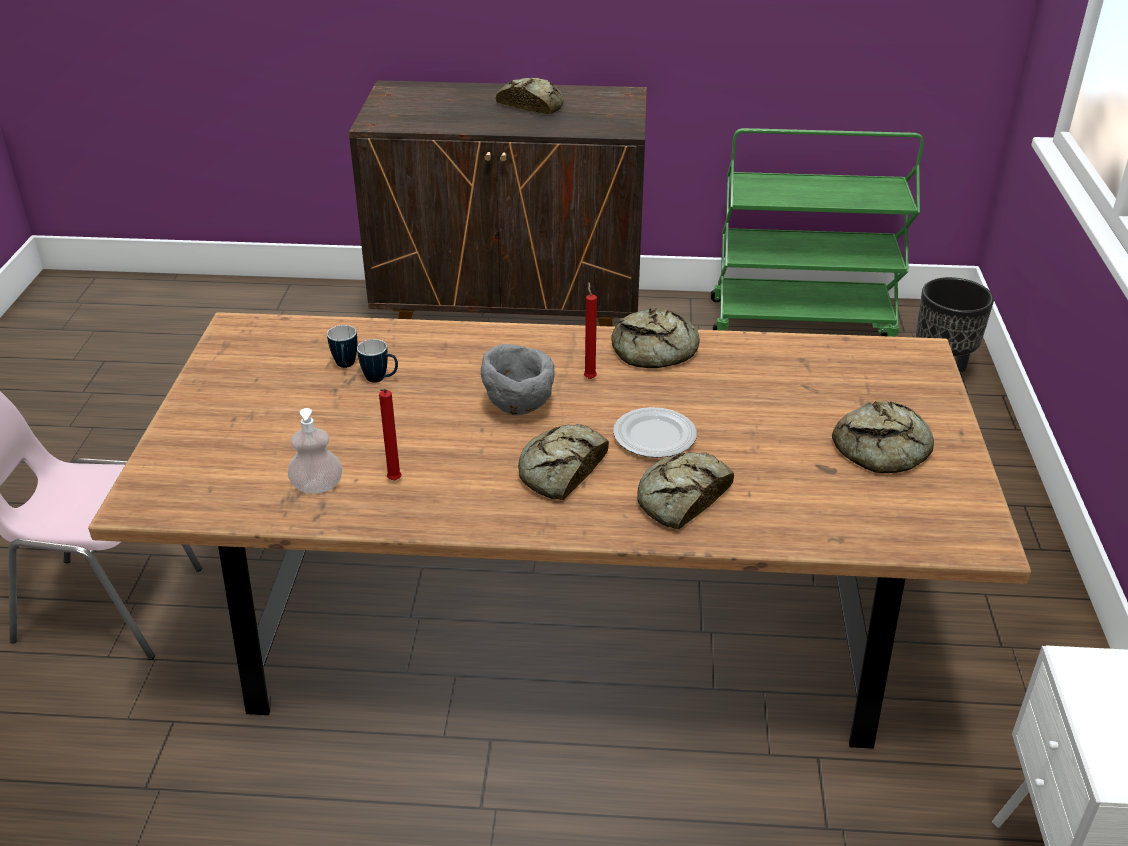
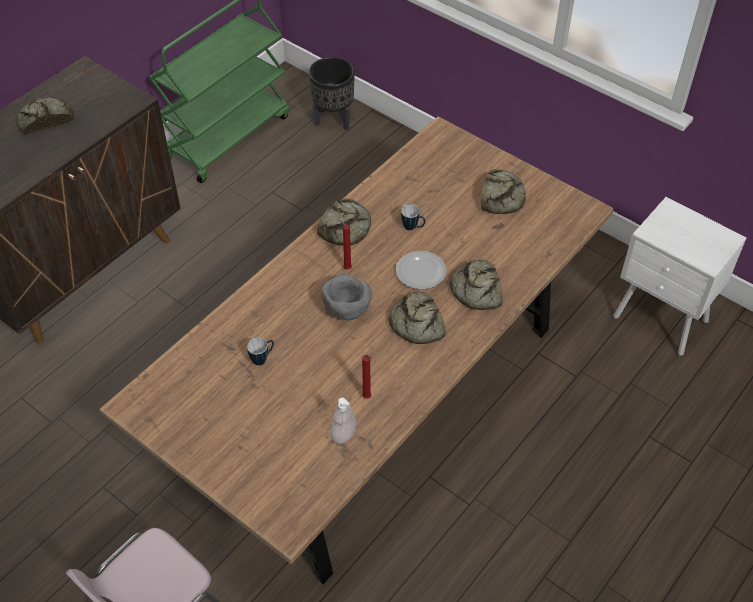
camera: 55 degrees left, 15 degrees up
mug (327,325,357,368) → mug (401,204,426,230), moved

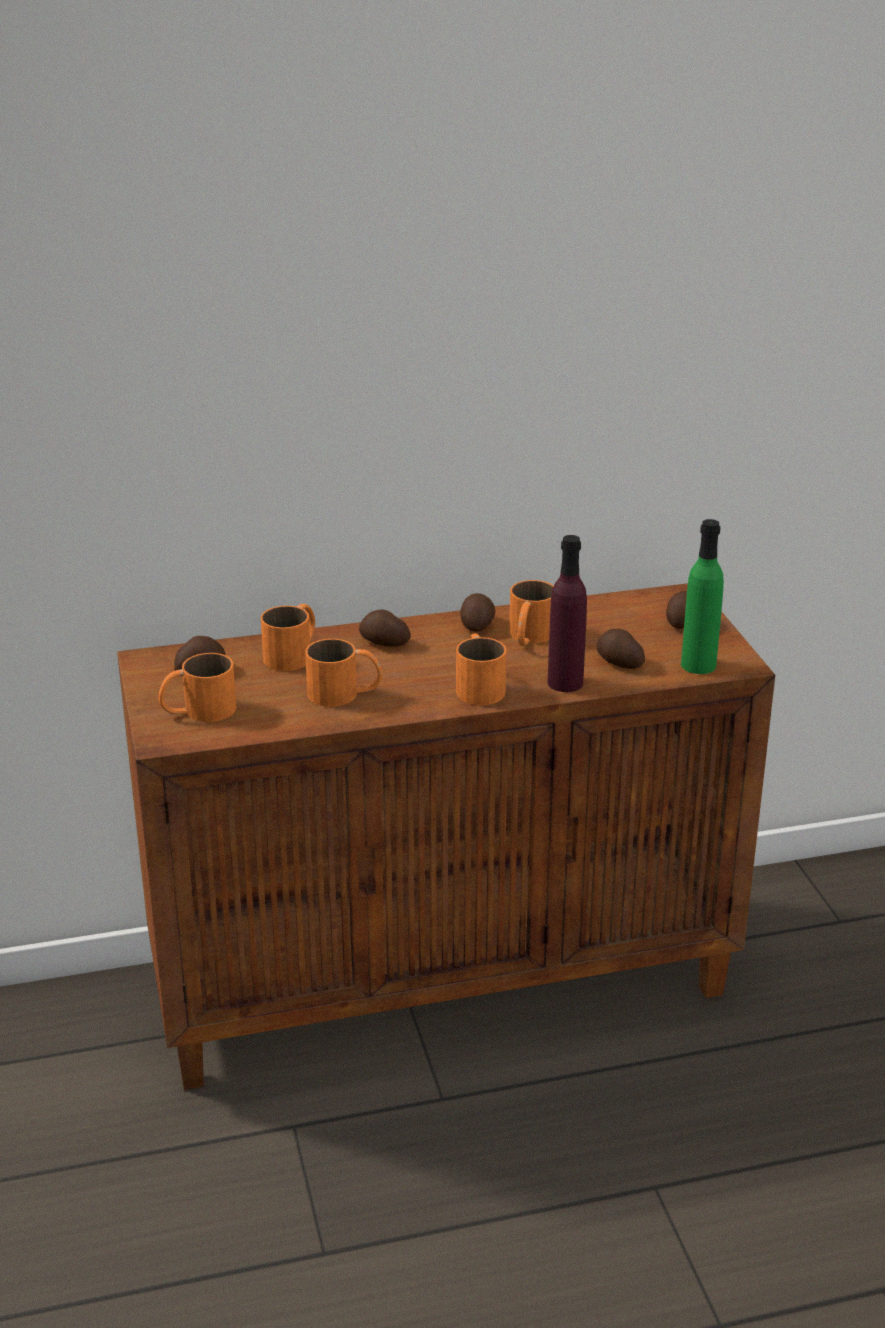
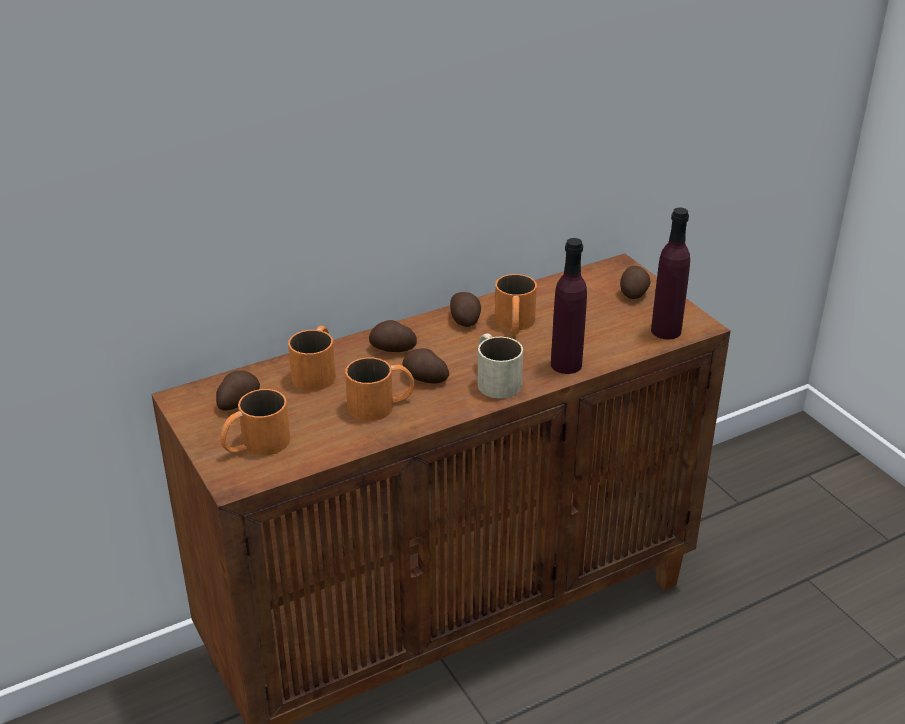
camera: 15 degrees left, 5 degrees up
pomme de terre (596,629,645,669) → pomme de terre (402,348,449,383), moved
mug/orange (456,633,507,705) → mug/beige (478,333,523,399)
bouteille/vert (681,519,724,674) → bouteille/violet (651,208,690,339)

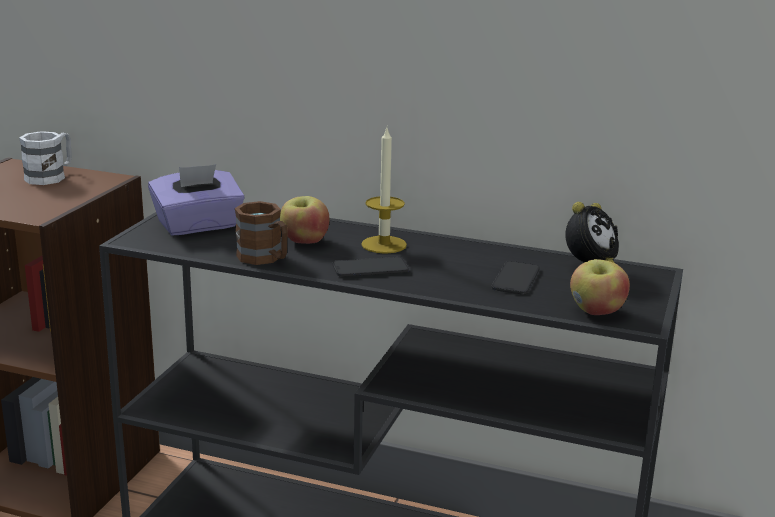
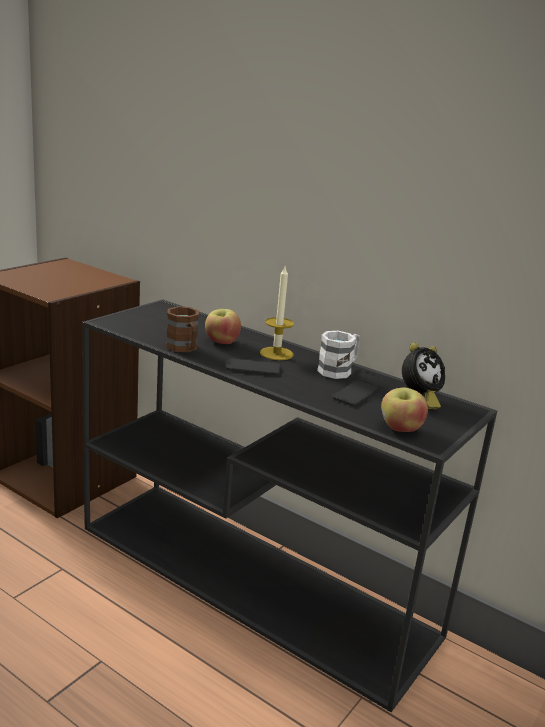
camera: 15 degrees right, 0 degrees up
mug/blanc (19,131,72,185) → mug/blanc (317,331,360,379), moved
boîte à mouchoirs/violet (148,164,245,236) → -

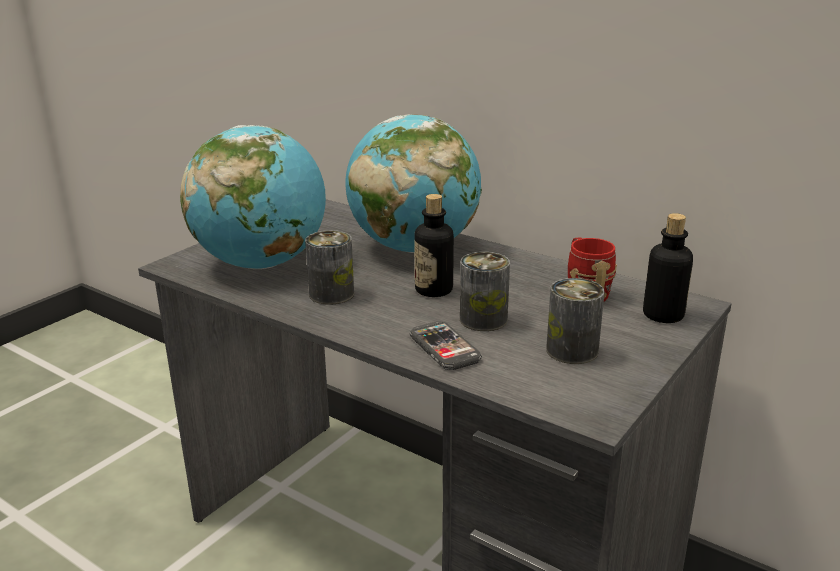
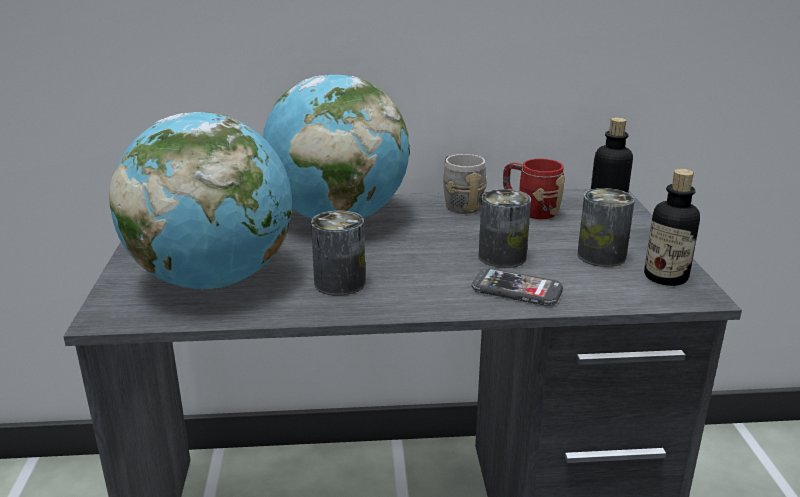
camera: 40 degrees left, 0 degrees up
- → mug/gris (443,154,487,214)
bouteille (414,194,454,297) → bouteille (644,169,700,286), moved

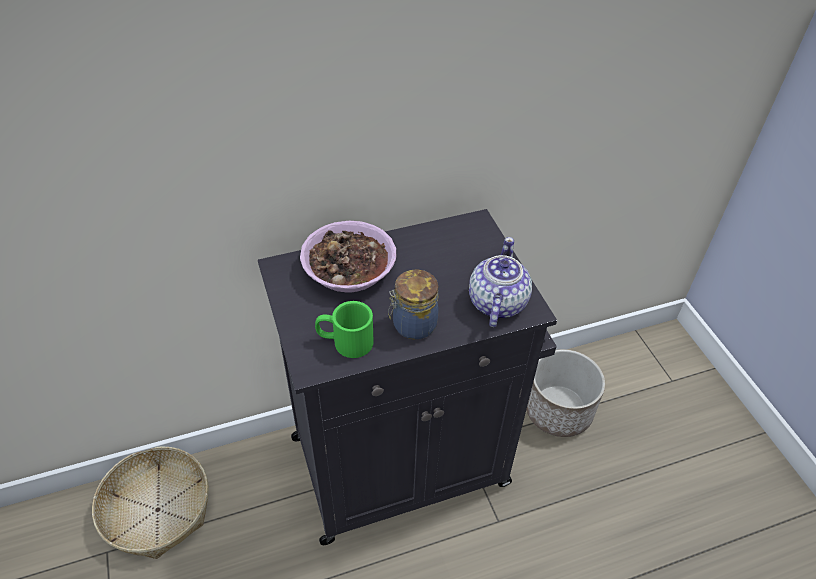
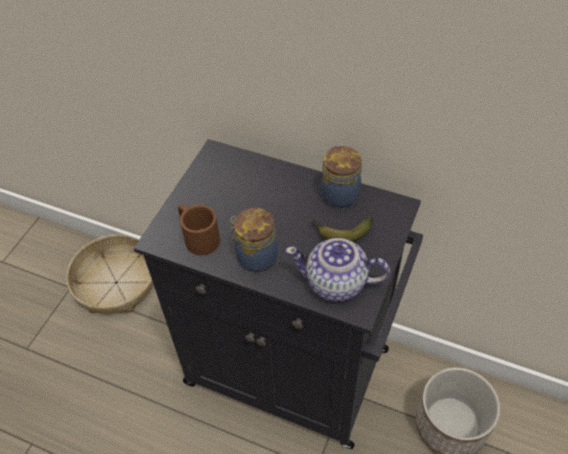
camera: 45 degrees right, 5 degrees up
mug/vert (315,301,374,358) → mug/marron (178,204,220,255)
théière (469,237,532,327) → théière (286,238,390,302), 135 degrees counterclockwise
- → banane (311,217,372,242)
- → bocal (321,145,362,208)
bol (300,221,396,292) → -

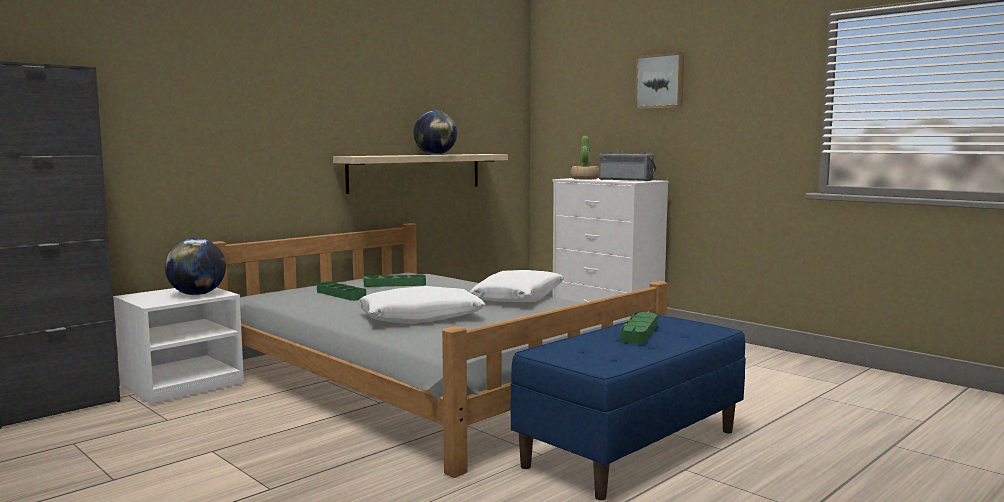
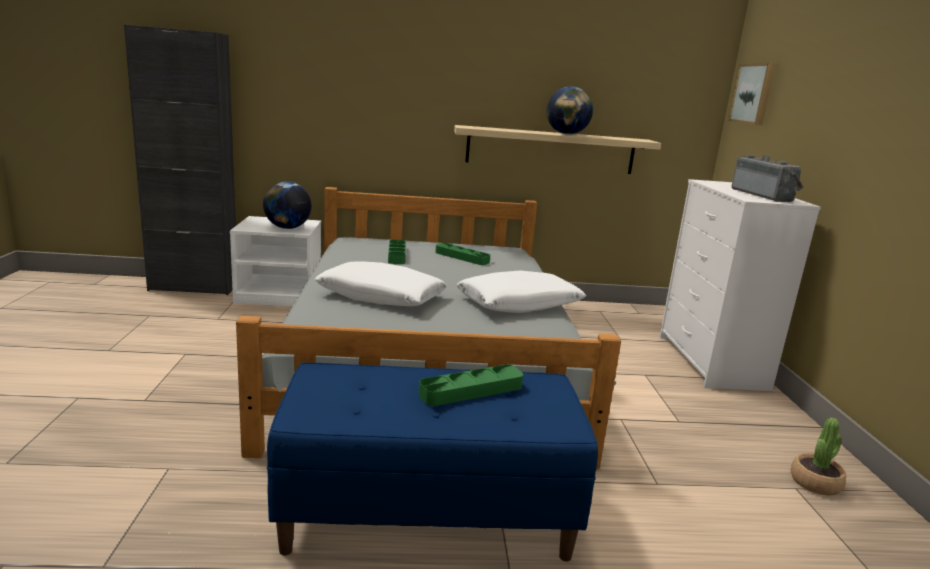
camera: 40 degrees right, 10 degrees up
tableau (635,52,684,108) → tableau (729,63,776,125), moved
plante en pot (571,136,599,179) → plante en pot (791,418,846,496), moved

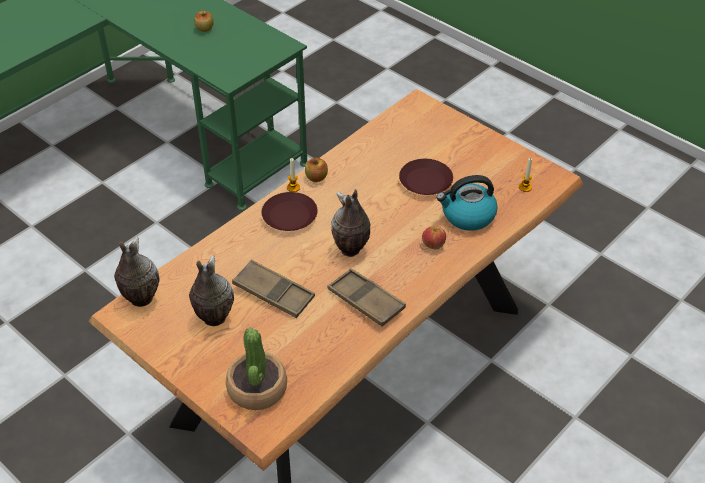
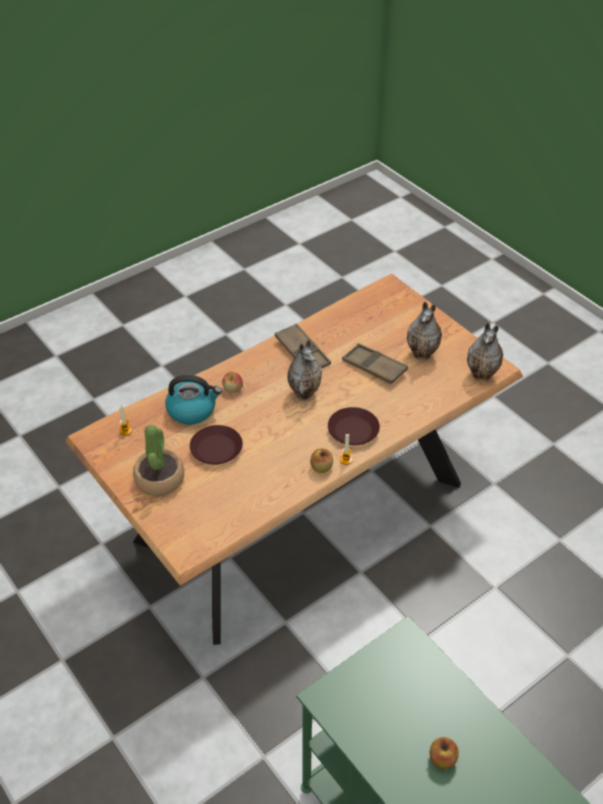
camera: 170 degrees left, 0 degrees up
plante en pot (226,327,287,410) → plante en pot (133,425,184,496), moved

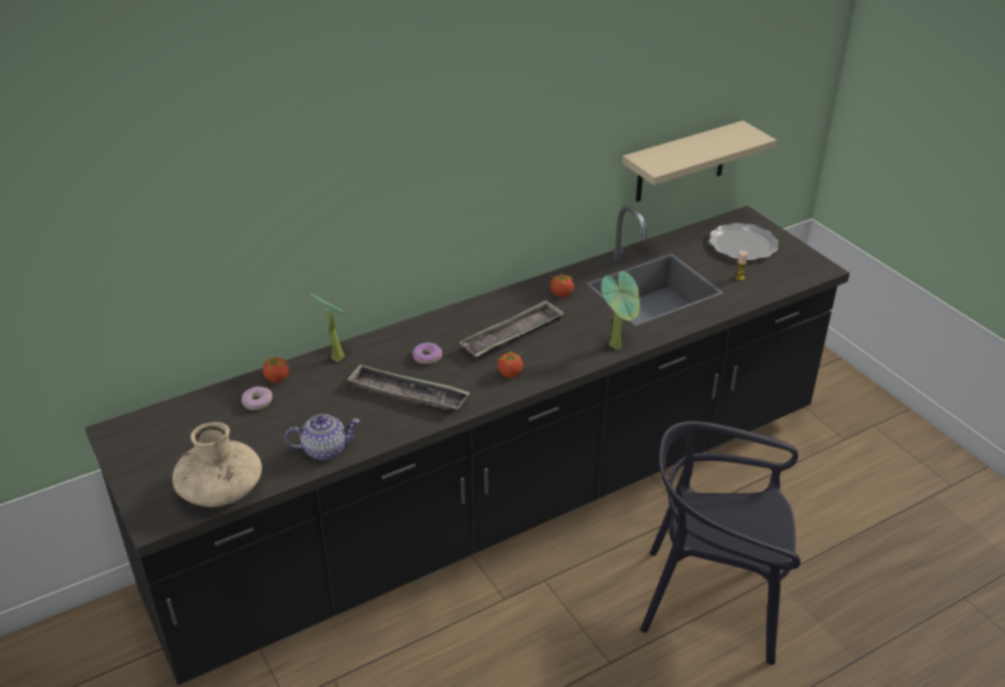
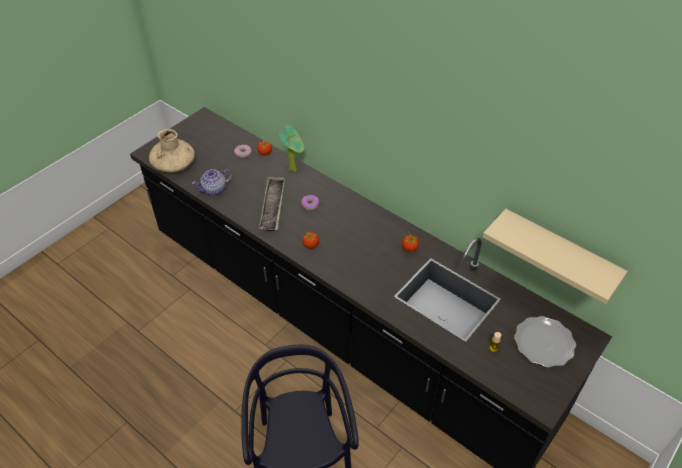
camera: 70 degrees right, 10 degrees up
théière (285,414,360,460) → théière (192,169,232,196), 90 degrees clockwise
plateau (459,300,564,358) → -
plante en pot (601,271,640,350) → -

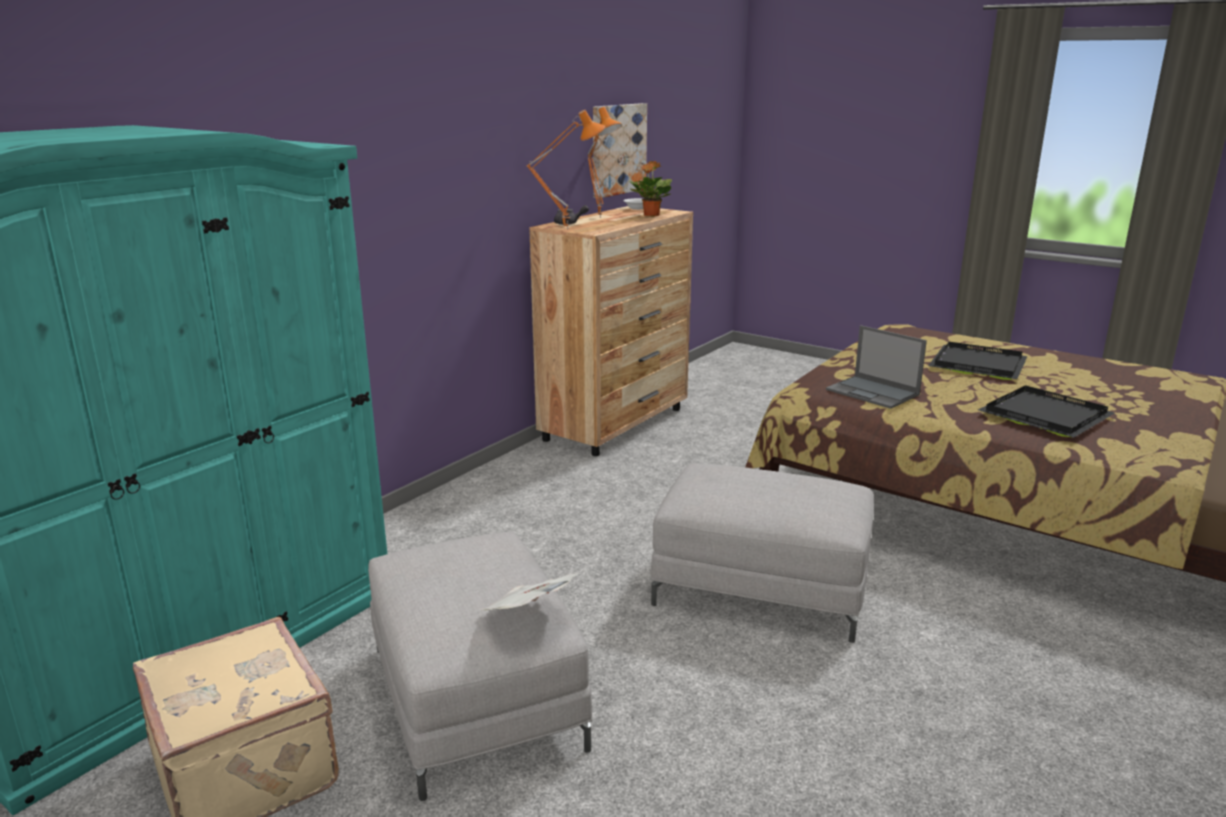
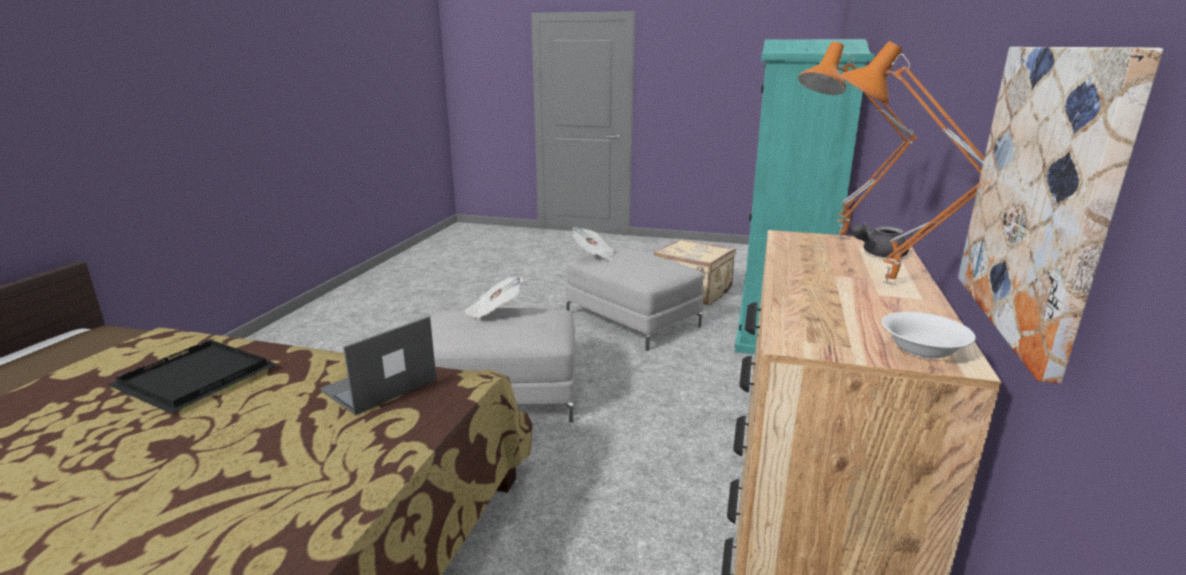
camera: 160 degrees right, 0 degrees up
ordinateur portable (826,325,927,409) → ordinateur portable (320,316,437,415), 75 degrees counterclockwise
- → journal (465,277,523,319)
plante en pot (629,161,672,216) → -
plateau/noir (928,342,1028,380) → -

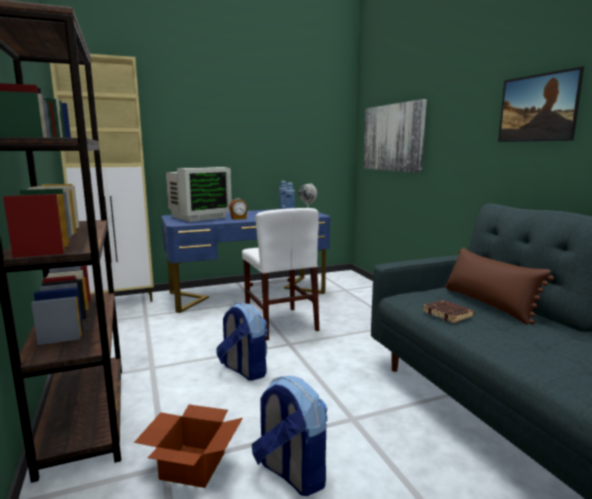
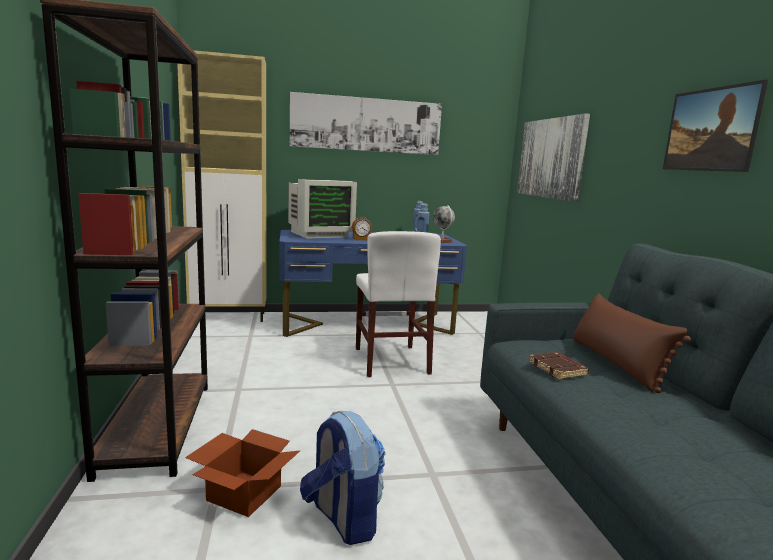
camera: 10 degrees right, 0 degrees up
- → tableau (290,92,442,155)
sac à dos (216,303,268,381) → -

